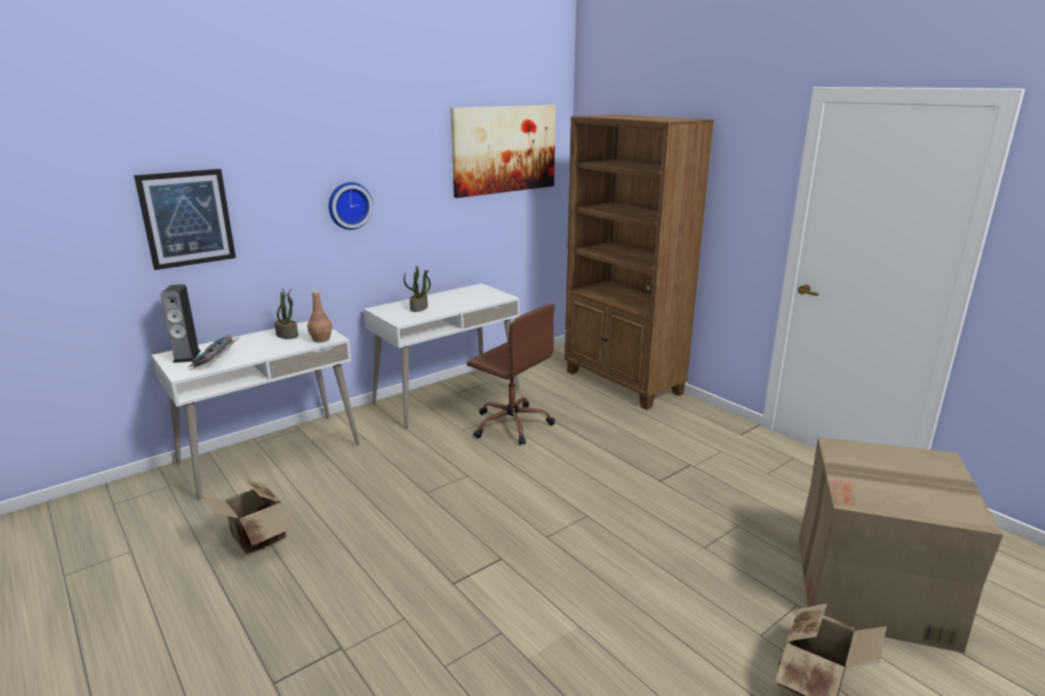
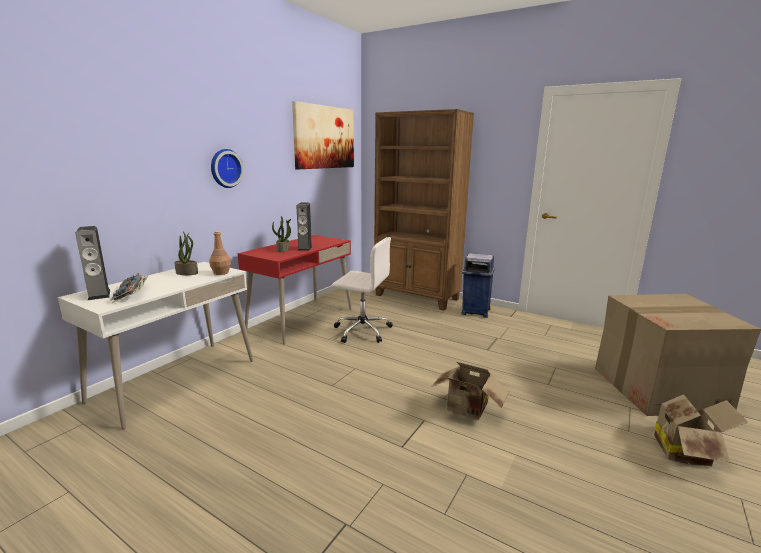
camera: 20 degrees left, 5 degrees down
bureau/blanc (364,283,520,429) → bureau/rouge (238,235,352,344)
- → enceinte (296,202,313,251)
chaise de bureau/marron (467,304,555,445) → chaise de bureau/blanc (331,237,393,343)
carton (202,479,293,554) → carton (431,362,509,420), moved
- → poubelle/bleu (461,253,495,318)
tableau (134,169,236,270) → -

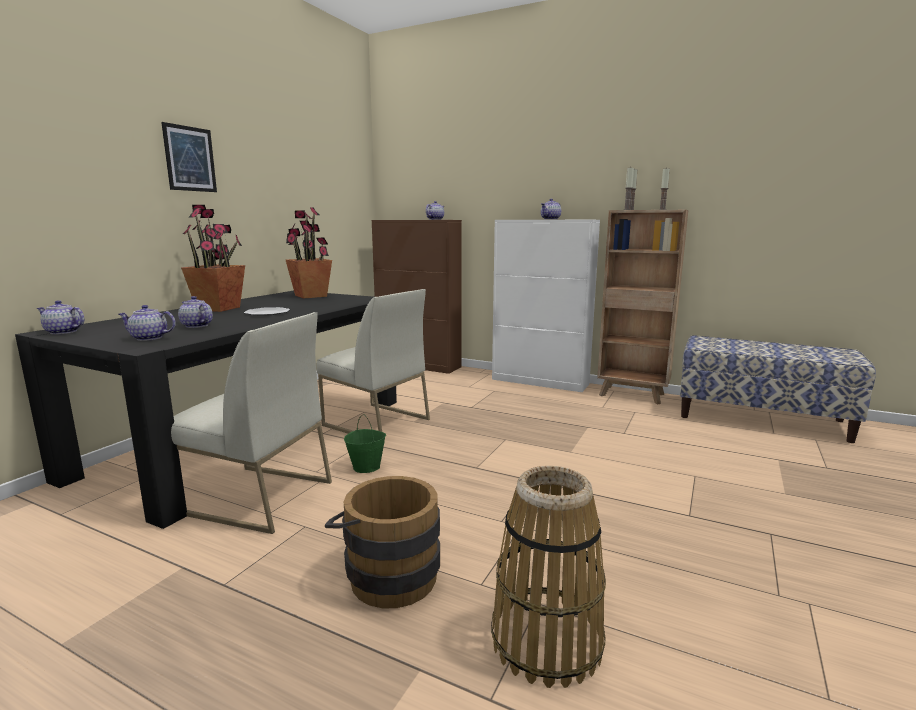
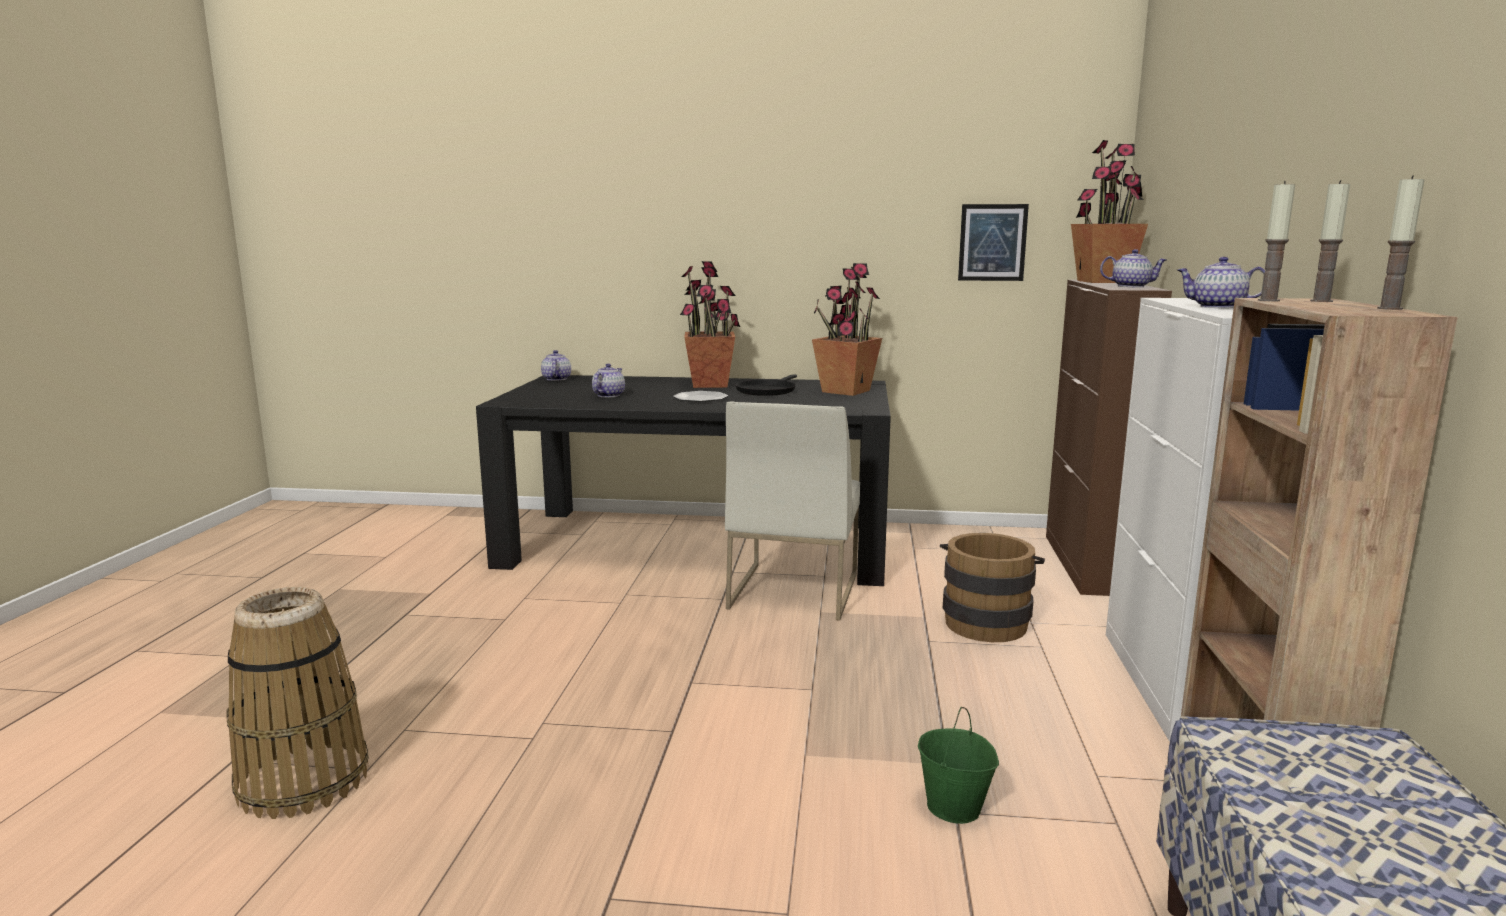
camera: 70 degrees right, 0 degrees up
- → poêle/noir (735,374,797,396)
seau/vert (344,414,386,473) → seau/vert (918,707,999,824), moved
seau/marron (325,476,440,608) → seau/marron (940,533,1045,642), moved
tableau (161,122,217,192) → tableau (958,204,1029,281), moved
- → plante en pot (1071,140,1148,283)
théière (118,305,176,341) → -
chaise/blanc (171,312,332,534) → -

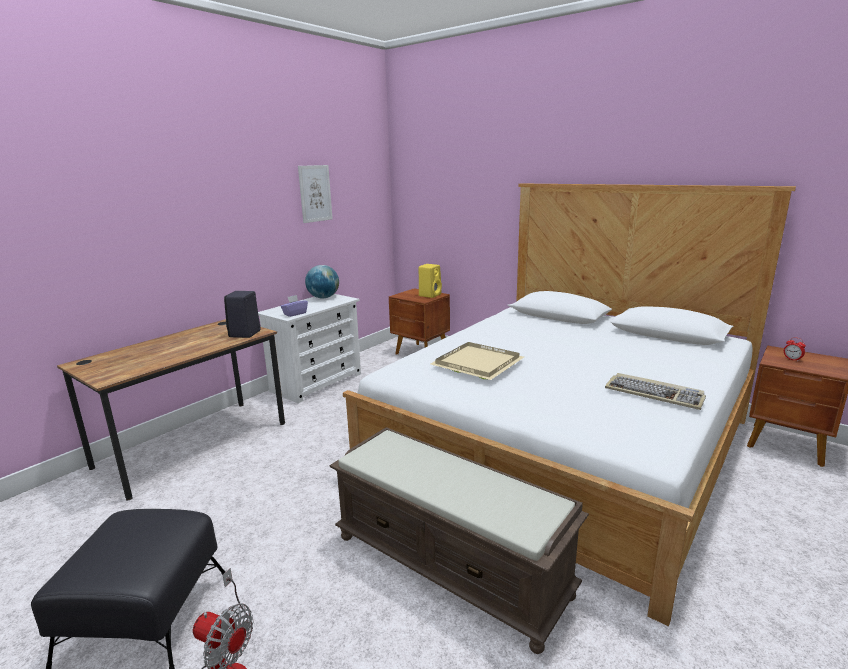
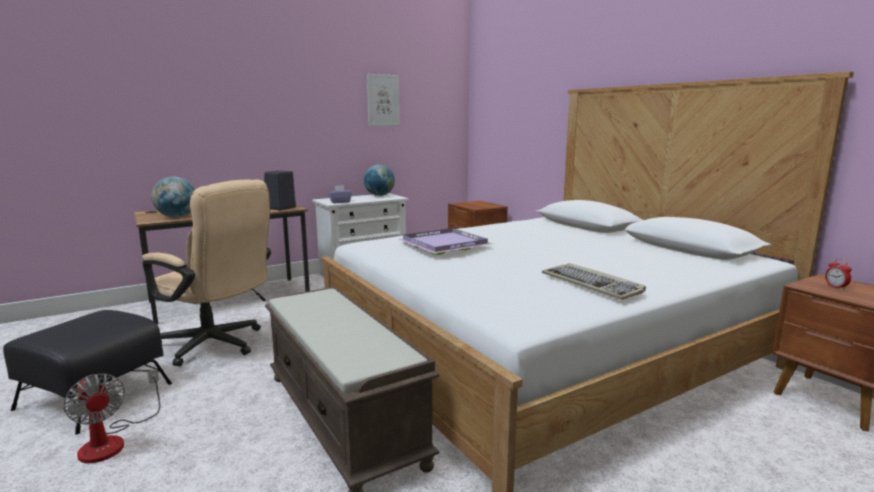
camera: 20 degrees right, 5 degrees down
- → chaise de bureau/beige (142,179,271,366)
- → globe (151,177,195,218)
plateau/beige (431,342,524,380) → plateau/violet (398,228,493,255)
enceinte/jaune (418,264,442,298) → -

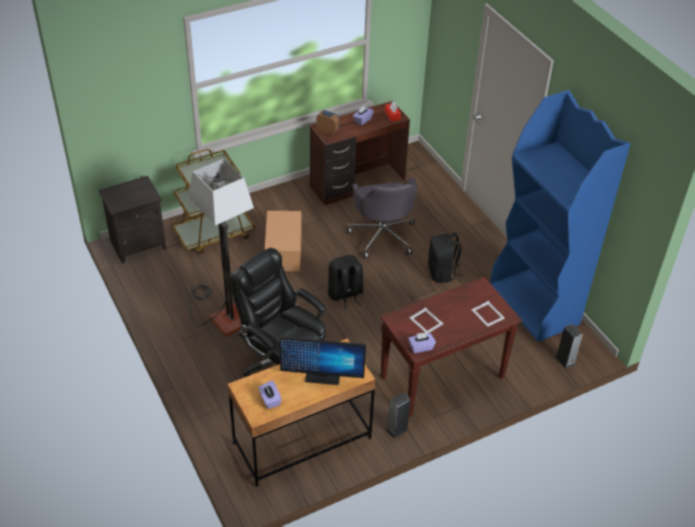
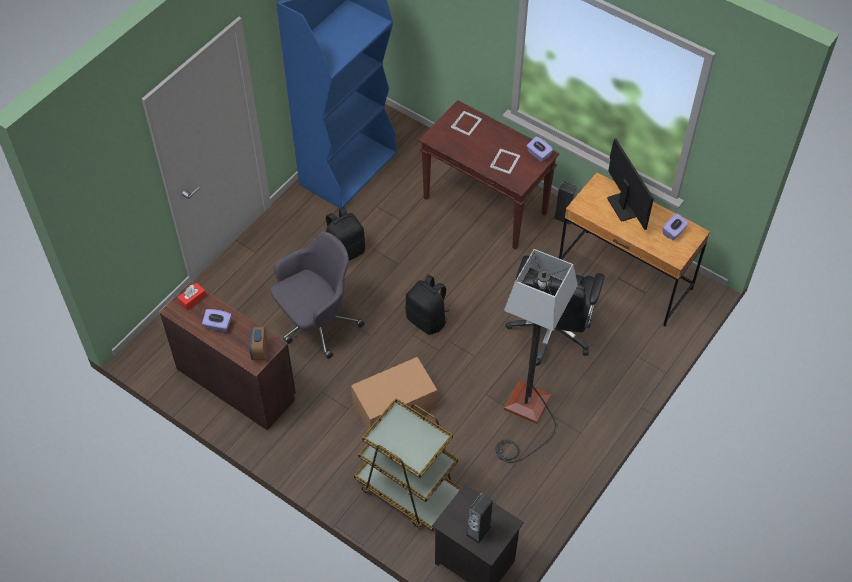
camera: 115 degrees left, 10 degrees up
enceinte (555,324,583,369) → enceinte (466,493,493,544), moved

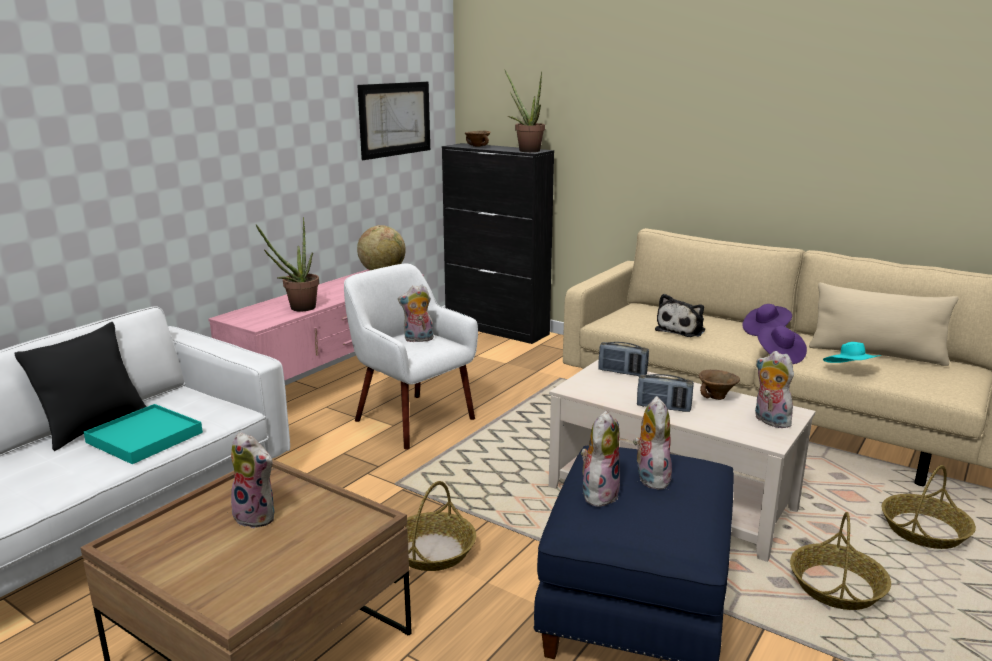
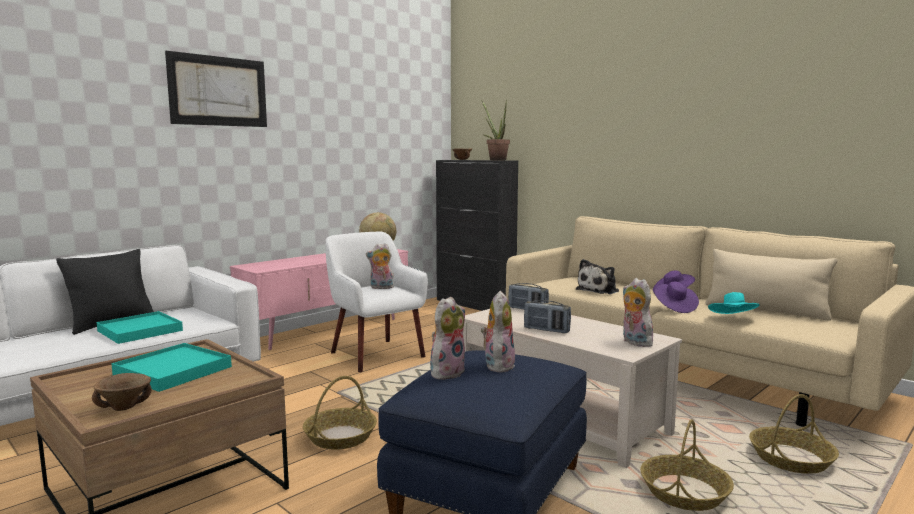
camera: 10 degrees right, 10 degrees down
bol/marron (699,370,740,400) → bol/marron (92,373,152,411), moved
peluche (231,432,275,529) → plateau/turquoise (111,343,232,392)
tableau (357,82,430,160) → tableau (165,51,267,127), moved
plante en pot (256,217,319,311) → -

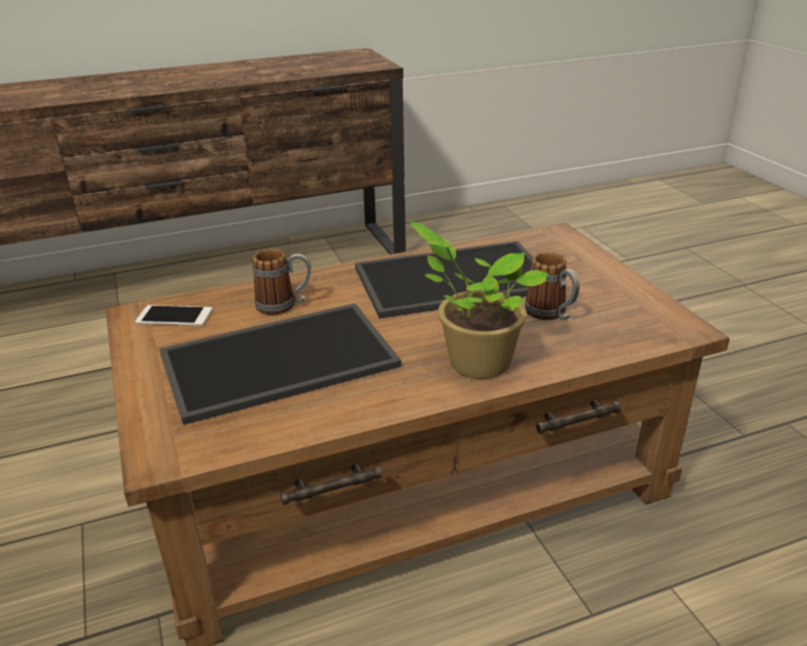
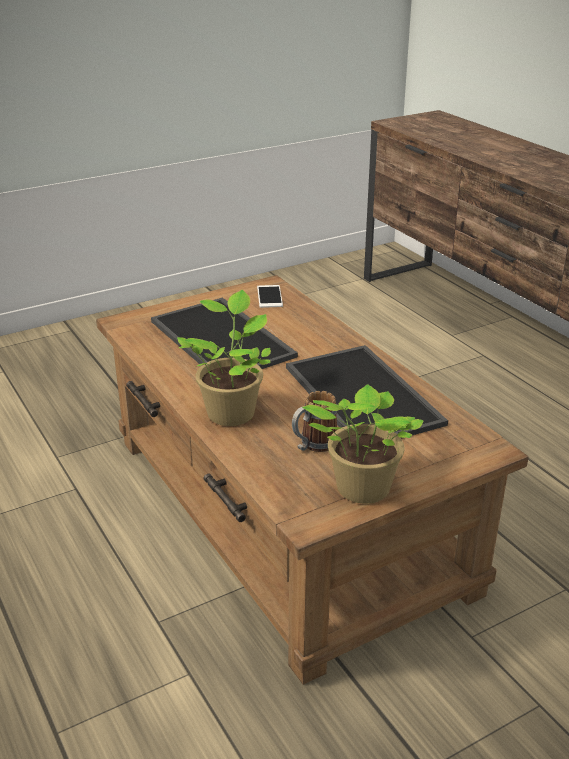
camera: 80 degrees right, 0 degrees up
- → plante en pot (302,384,424,504)
mug (253,248,311,315) → -

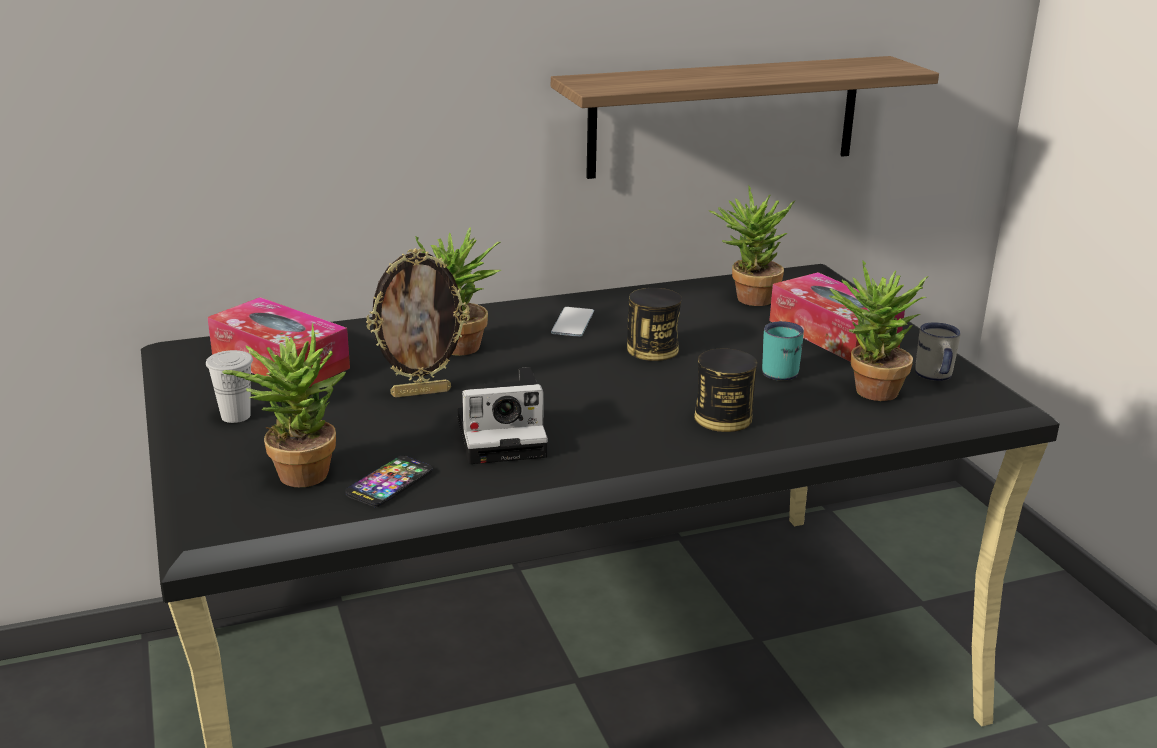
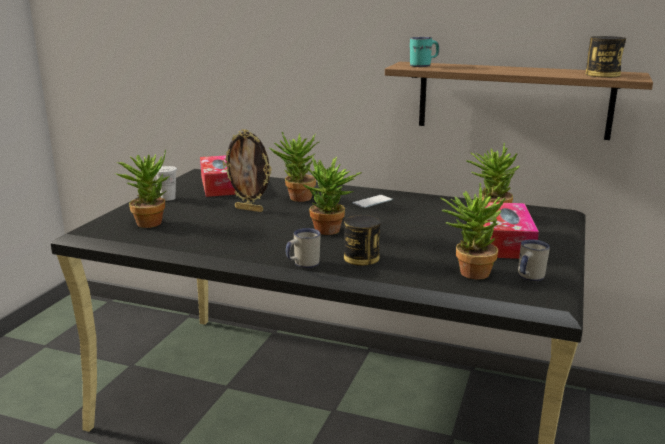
camera: 40 degrees right, 5 degrees down
- → mug/blanc (286,228,320,268)
- → plante en pot (302,157,362,235)
mug/turquoise (762,321,804,381) → mug/turquoise (410,37,439,67), moved
boîte métallique (627,288,682,361) → boîte métallique (586,36,626,78), moved
téléphone (345,456,433,507) → -
appareil photo (457,367,548,464) → -

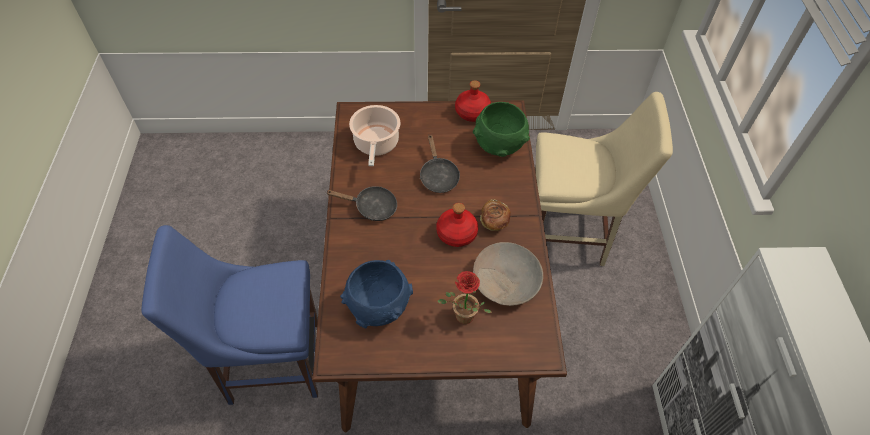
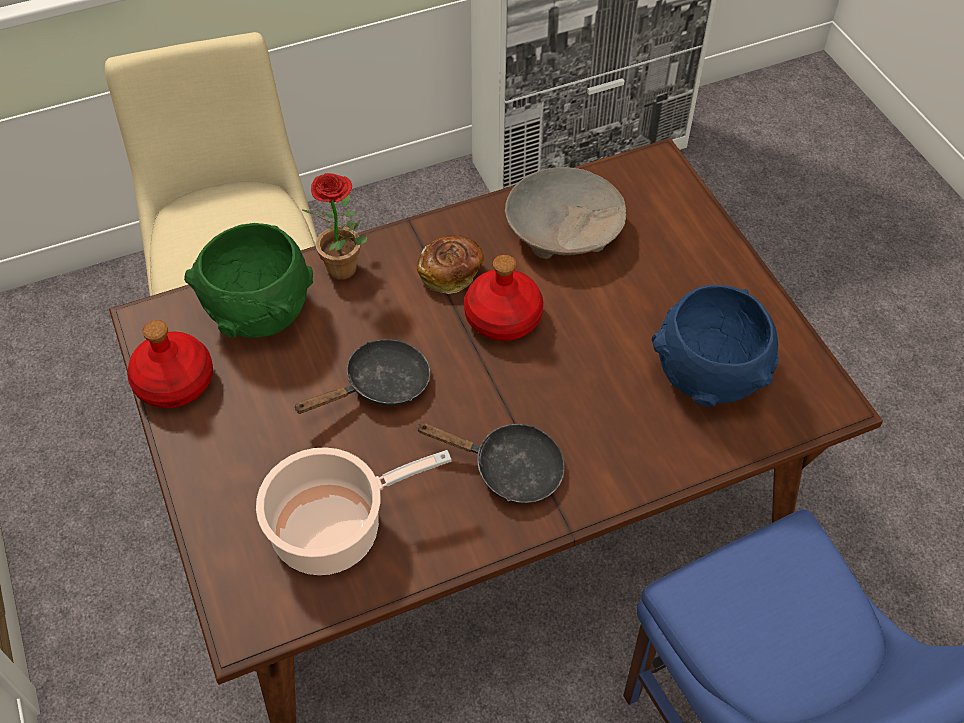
camera: 110 degrees left, 0 degrees up
plante en pot (437,271,492,324) → plante en pot (303,173,367,280), moved
poêle/noir (327,186,397,221) → poêle/noir (416,423,565,503), 120 degrees clockwise

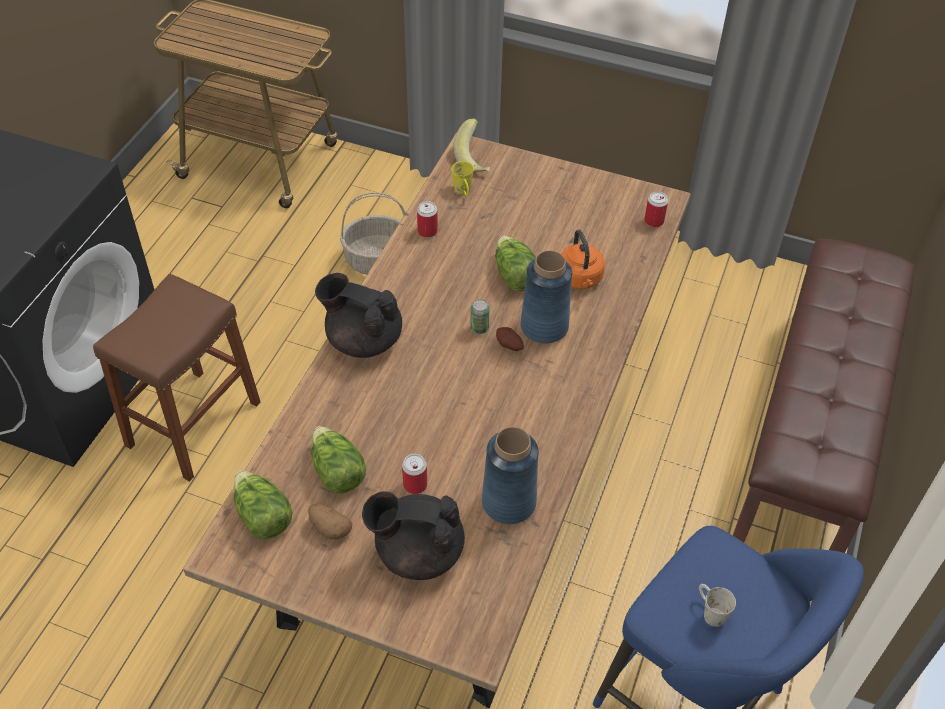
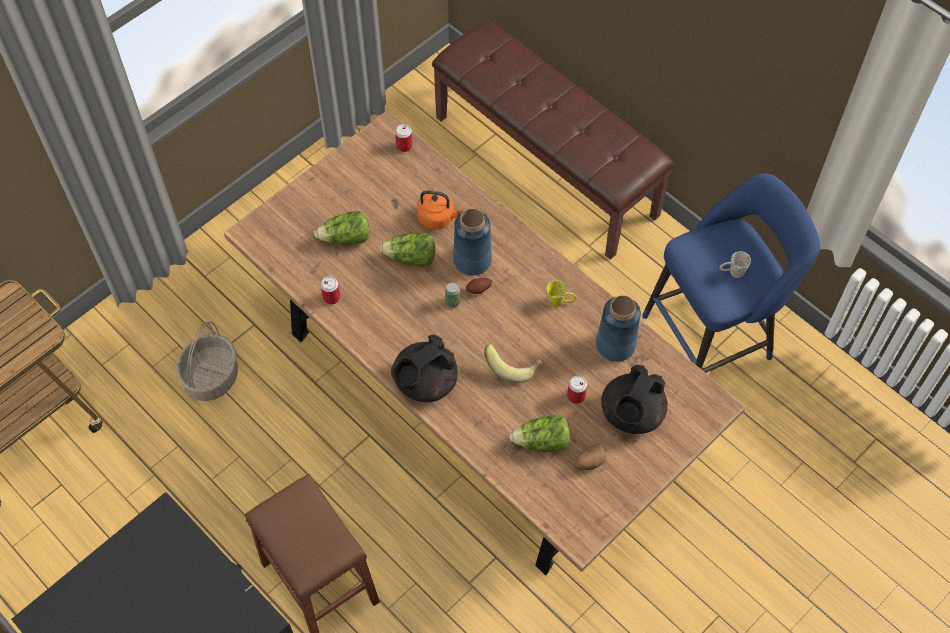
camera: 65 degrees left, 10 degrees up
laitue (234,471,292,540) → laitue (314,211,370,245), moved
banane (453,118,490,173) → banane (484,344,542,383), moved
mug/jaune (451,161,474,196) → mug/jaune (547,280,577,308), moved

